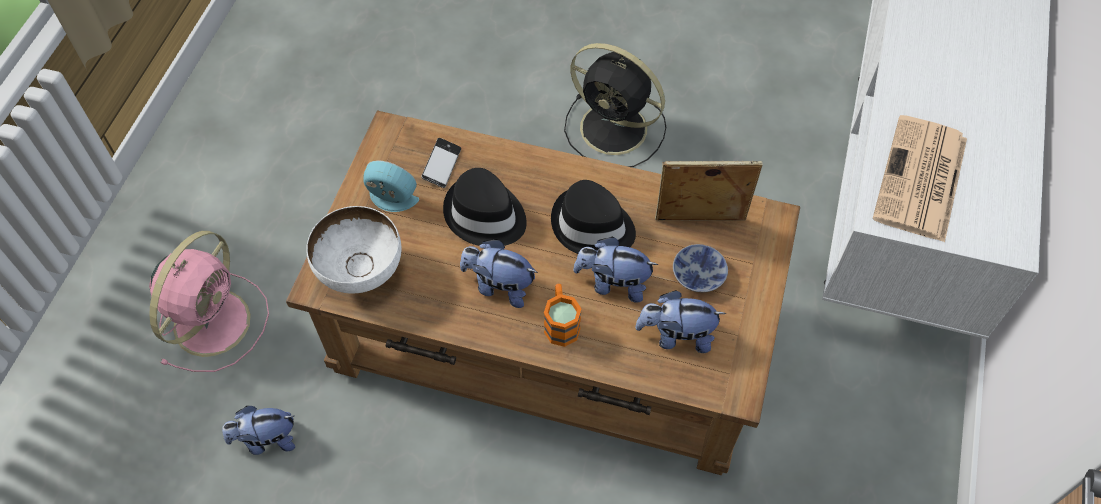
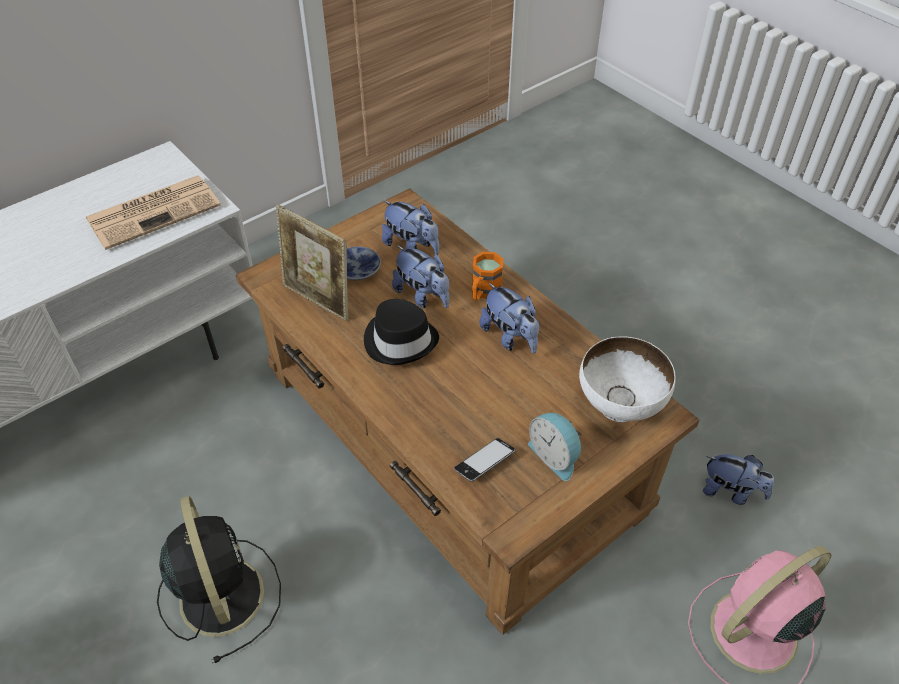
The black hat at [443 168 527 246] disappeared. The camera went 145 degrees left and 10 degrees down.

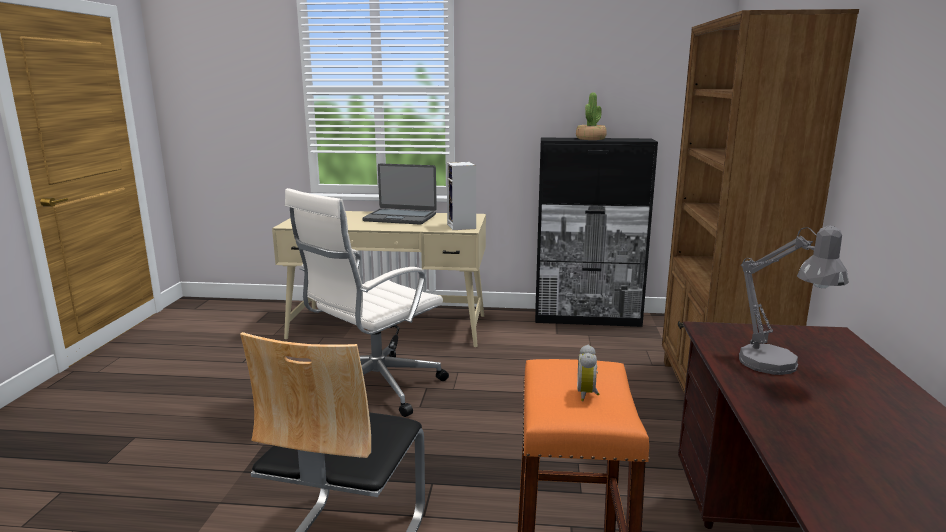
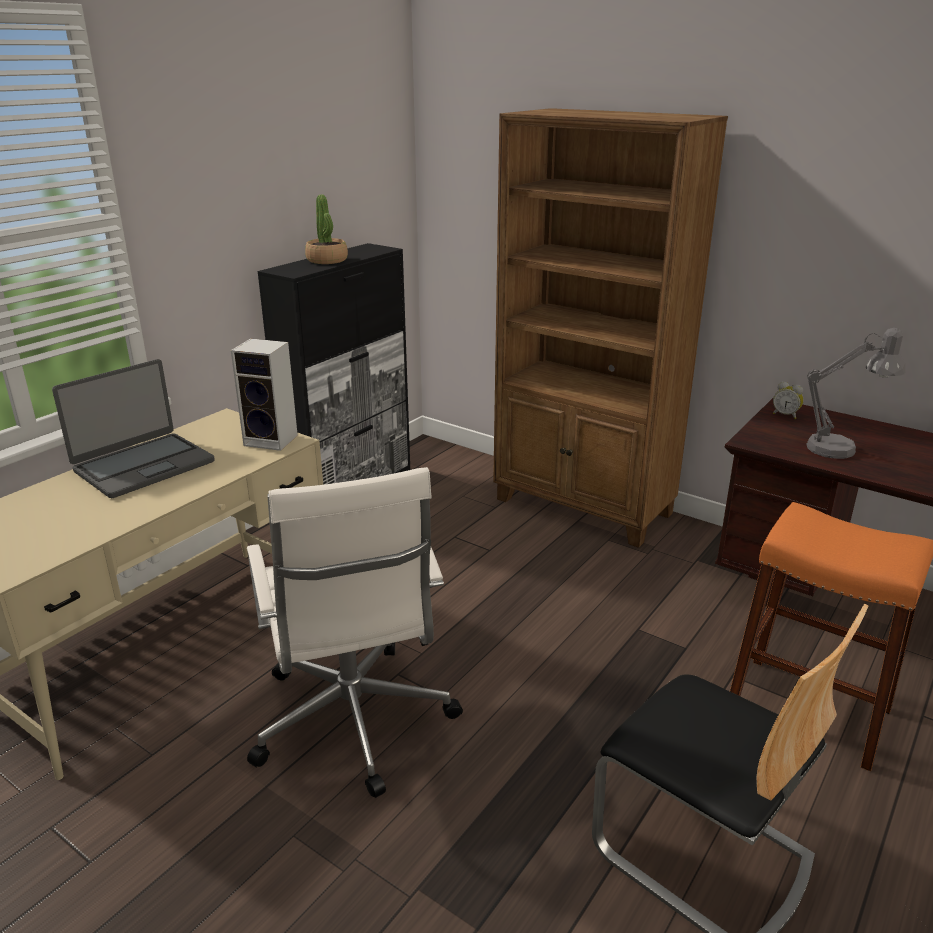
The alarm clock moved from [577 344 599 401] to [773 381 804 419]. The camera went 60 degrees left and 10 degrees up.

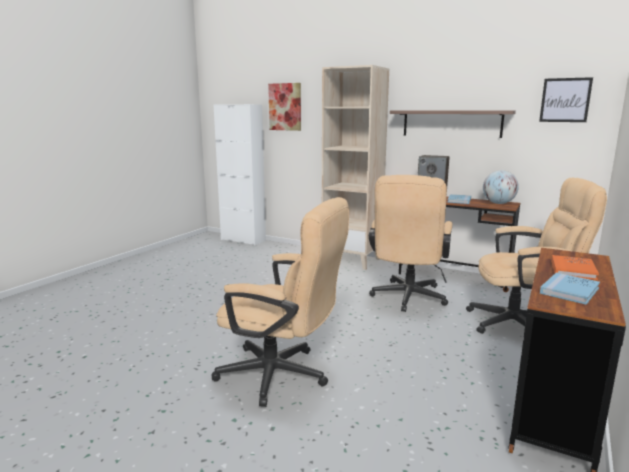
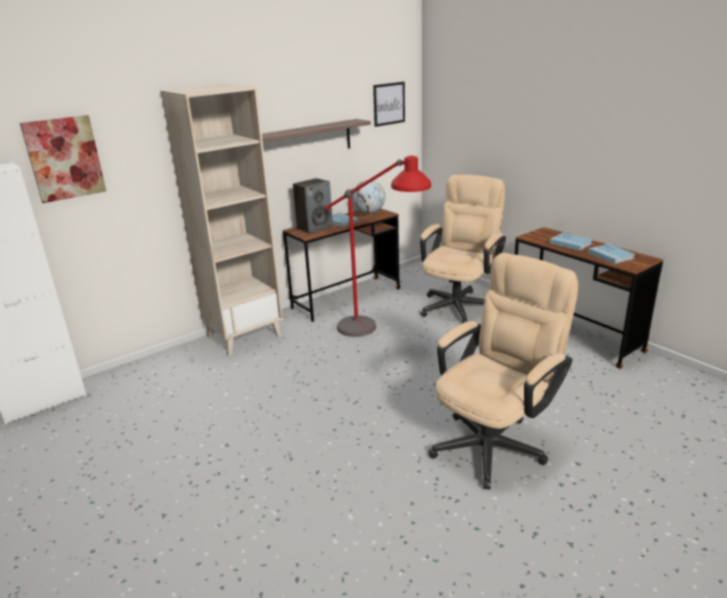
The beige office chair at [369 175 453 312] was replaced by the red floor lamp at [325 156 431 337]. The orange book at [551 255 599 280] became the blue book at [549 233 593 251]. The camera went 65 degrees left and 10 degrees up.

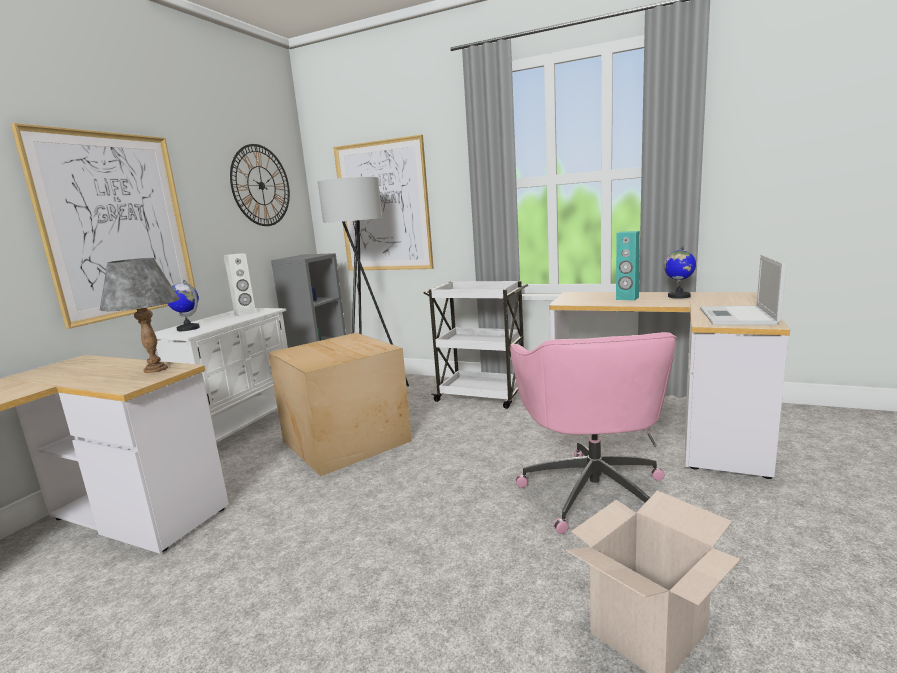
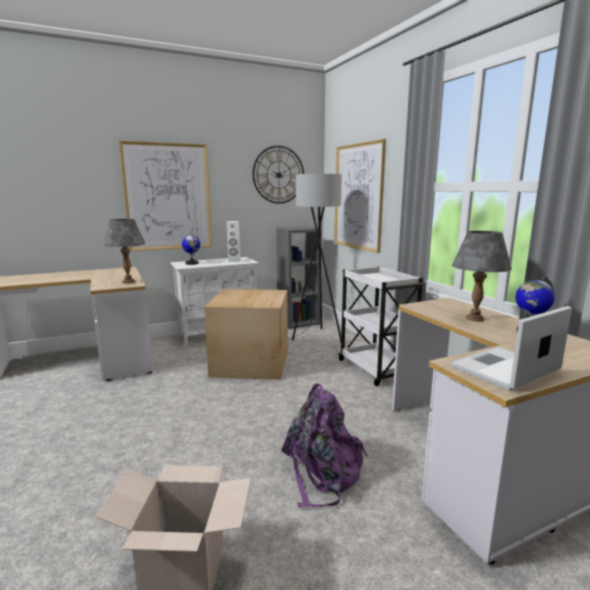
The pink office chair at [510 332 677 534] was replaced by the purple backpack at [281 383 368 508]. The turquoise speaker at [616 231 640 301] was replaced by the grey table lamp at [452 231 512 322]. The camera went 40 degrees right and 0 degrees up.

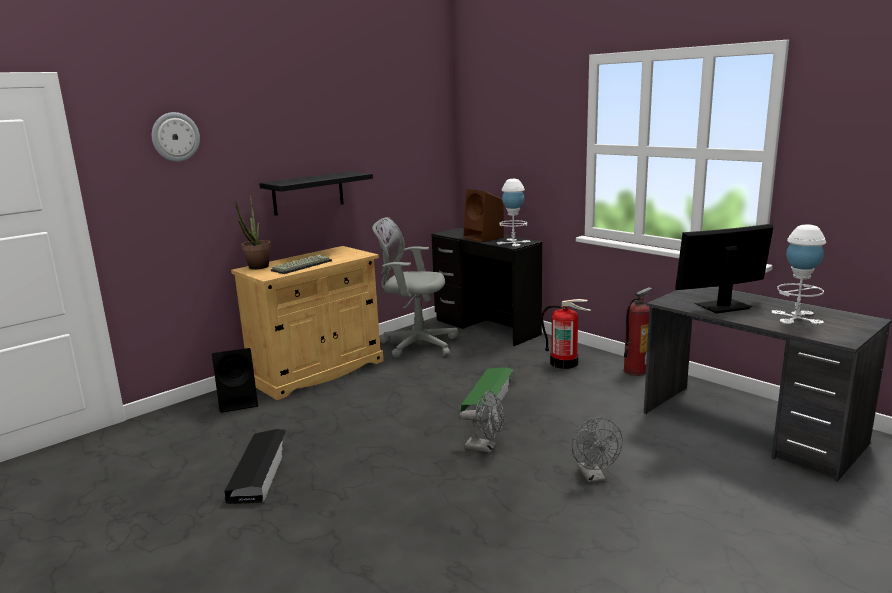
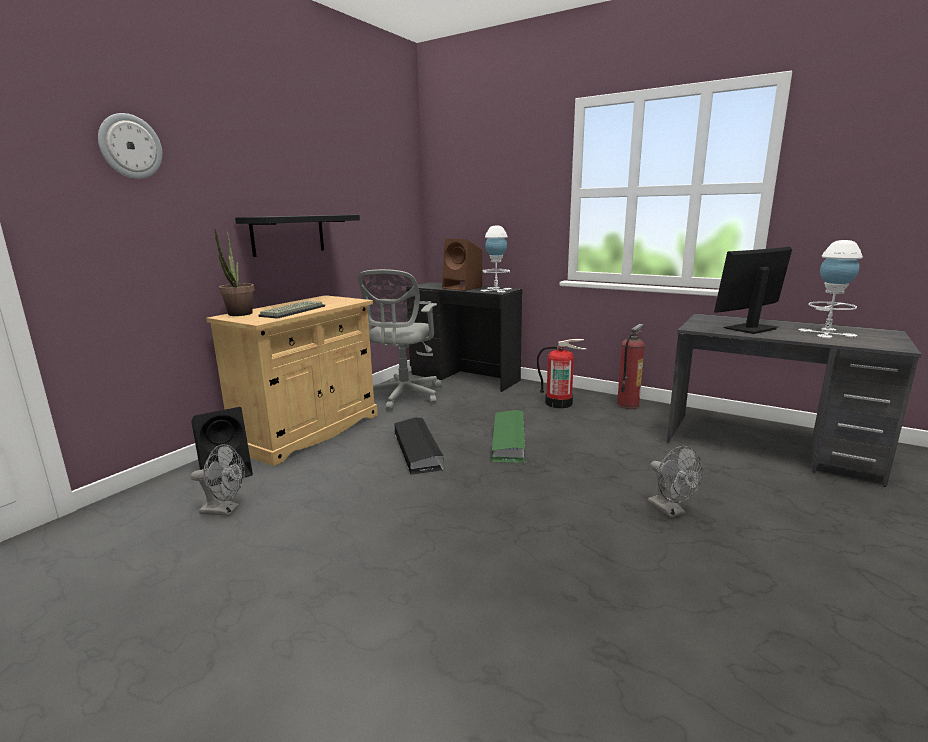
The black storage box moved from [224 429 286 504] to [394 418 444 475]. The grey office chair at [372 217 458 358] turned 75 degrees counterclockwise. The grey fan moved from [460 390 504 453] to [191 444 245 516]. The camera went 15 degrees left and 0 degrees up.

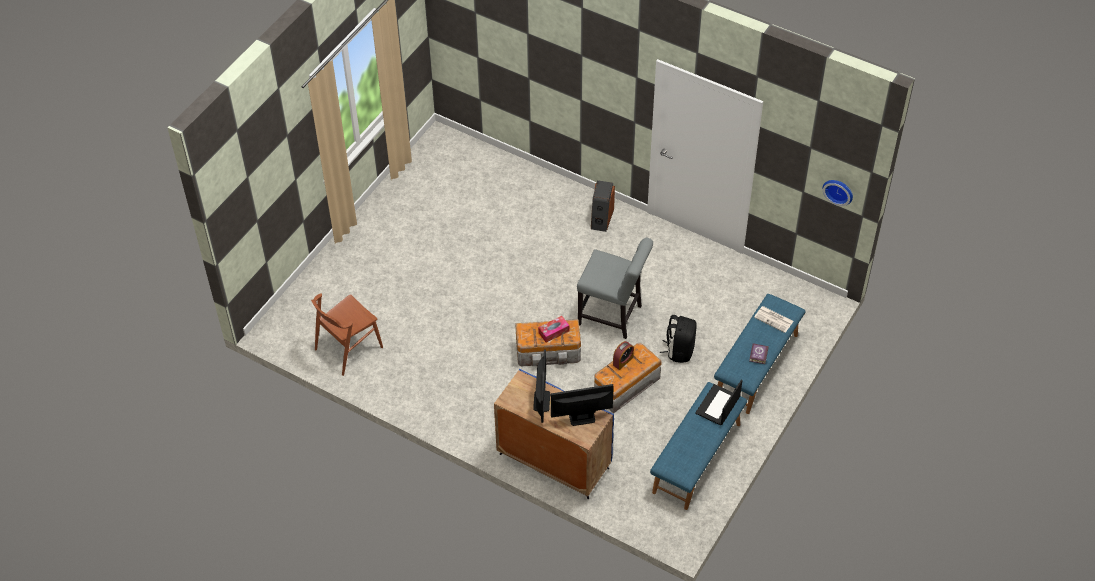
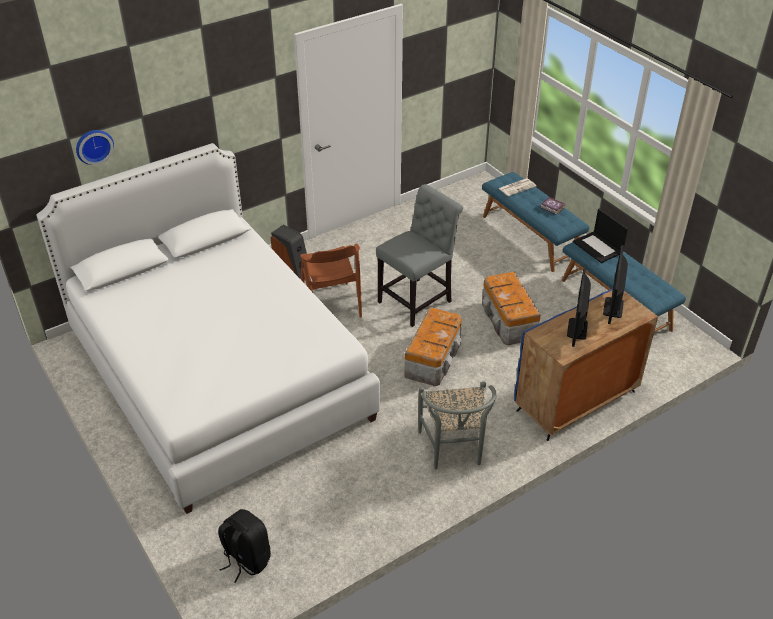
The brown chair moved from [311 293 383 376] to [300 244 362 318]. The monitor at [533 350 550 423] turned 105 degrees counterclockwise. The tissue box at [538 316 570 342] disappeared. The alarm clock at [613 341 634 370] disappeared. The black backpack moved from [660 315 697 363] to [218 509 271 583]. The wall clock moved from [823 180 853 206] to [76 130 114 165]. The white bed at [36 143 380 514] appeared. The grey chair at [418 381 497 469] appeared. The camera went 65 degrees left and 10 degrees down.

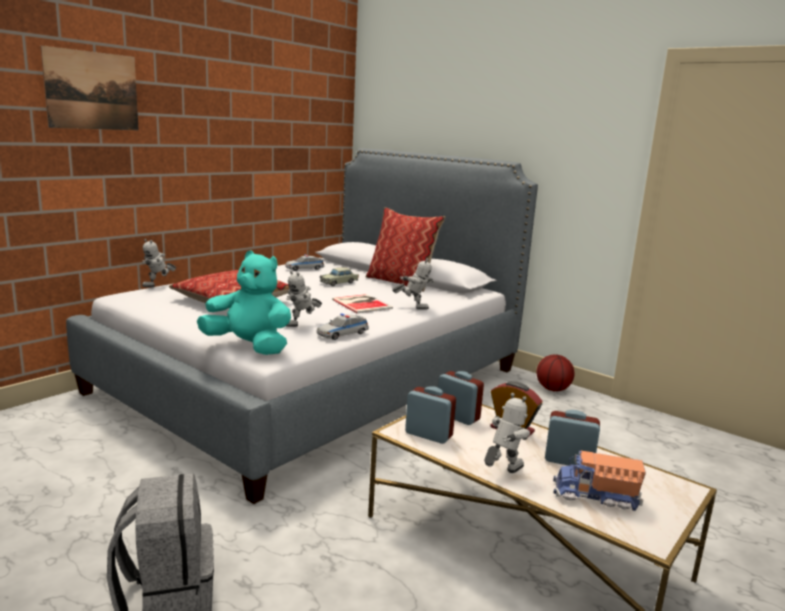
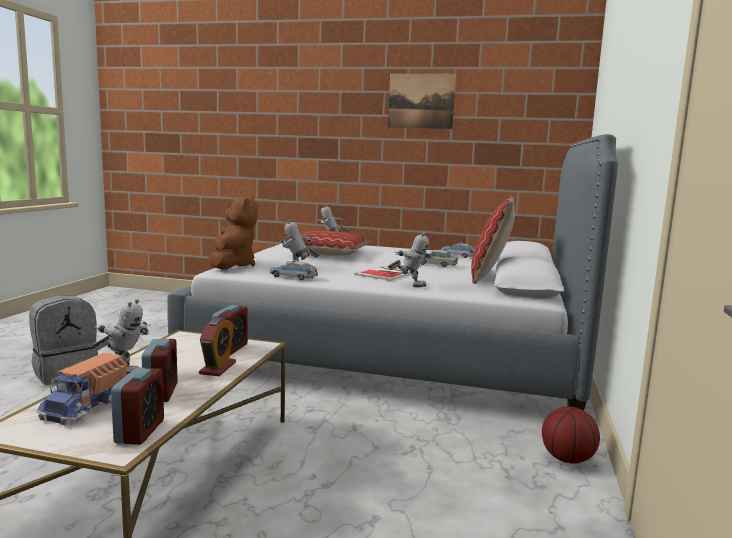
The picture moved from [40 45 139 130] to [388 73 456 129]. The turquoise plush toy at [197 250 291 355] became the brown plush toy at [208 195 258 270]. The toy robot at [392 258 435 310] turned 60 degrees counterclockwise. The alarm clock moved from [405 386 456 444] to [111 367 164 445]. The toy truck at [553 450 646 511] turned 150 degrees counterclockwise. The camera went 65 degrees right and 5 degrees down.

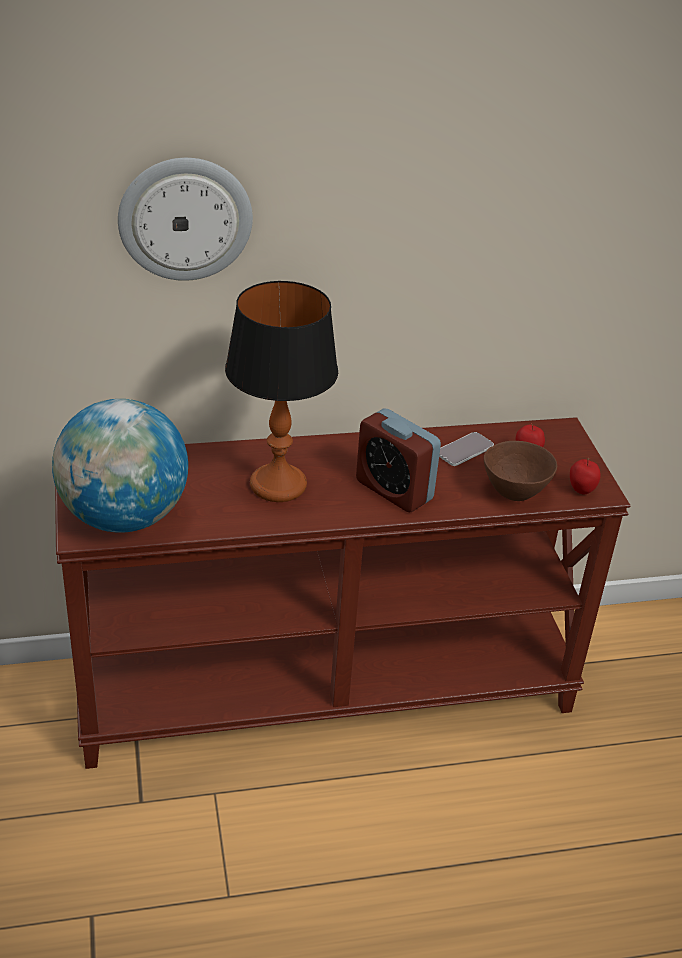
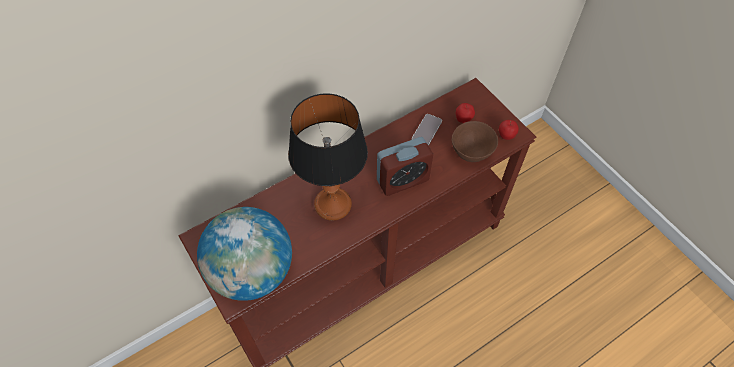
The wall clock at [118 158 253 281] disappeared. The alarm clock at [356 409 441 512] turned 45 degrees counterclockwise. The camera went 20 degrees left and 20 degrees up.

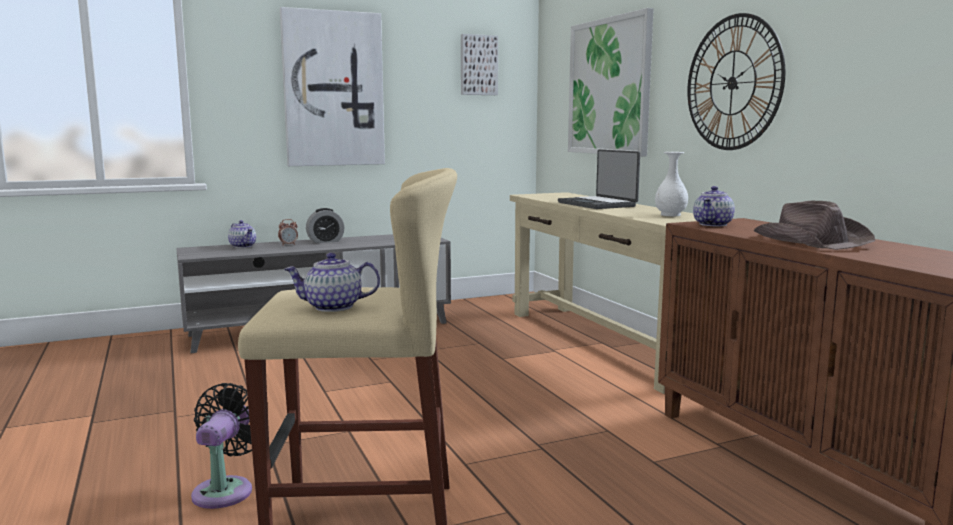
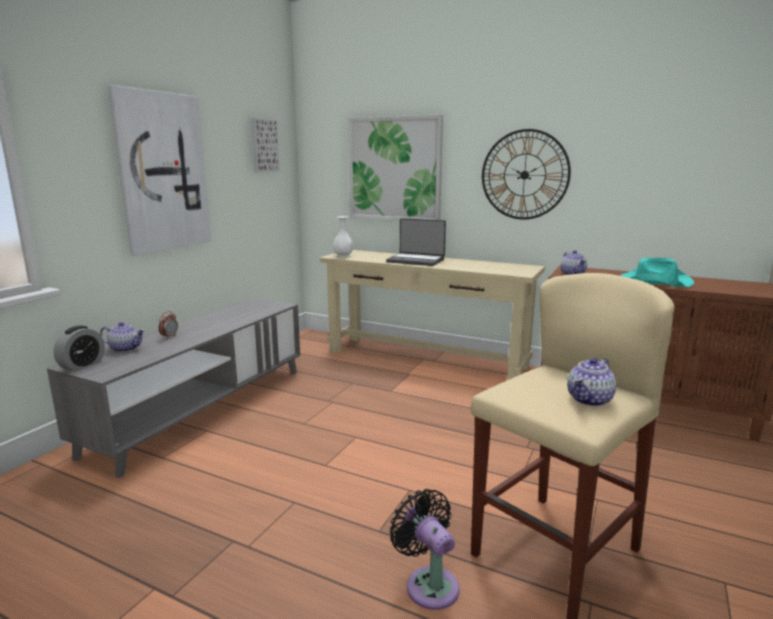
The alarm clock moved from [306 208 345 243] to [53 326 105 371]. The white vase moved from [655 152 688 216] to [333 216 353 258]. The brown hat at [754 201 875 250] became the turquoise hat at [620 258 694 287]. The camera went 40 degrees left and 5 degrees up.

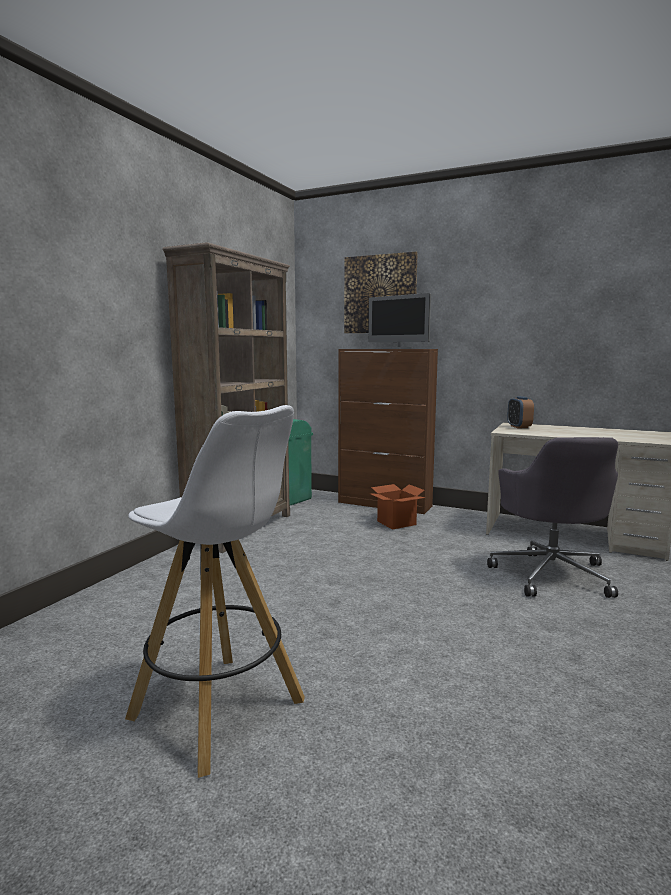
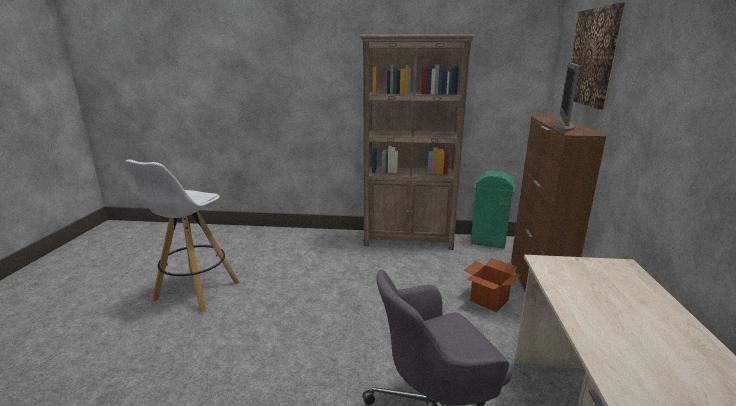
The alarm clock at [507 396 534 428] disappeared. The camera went 70 degrees right and 10 degrees up.

